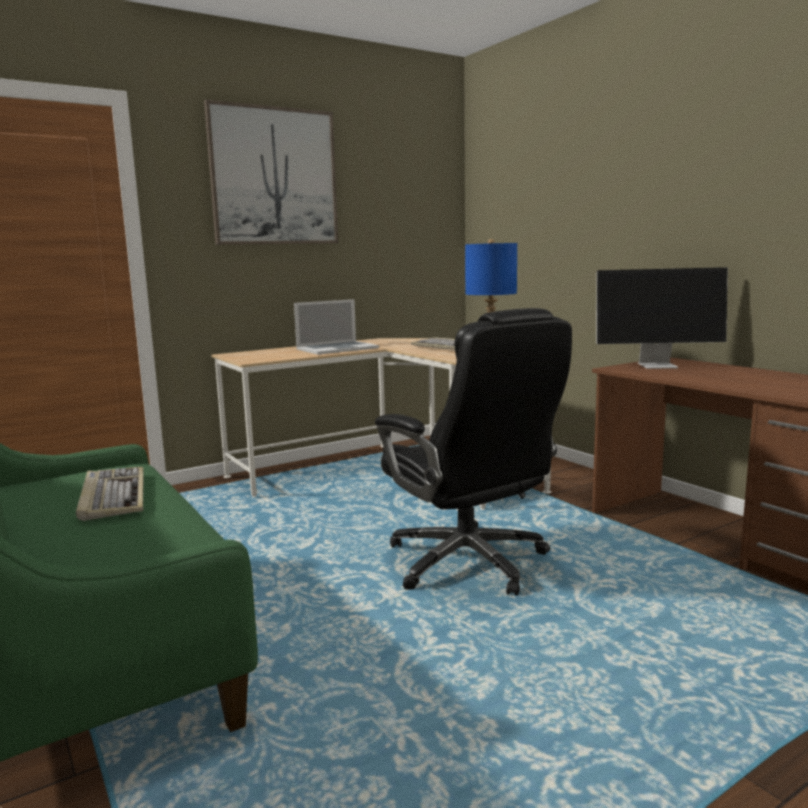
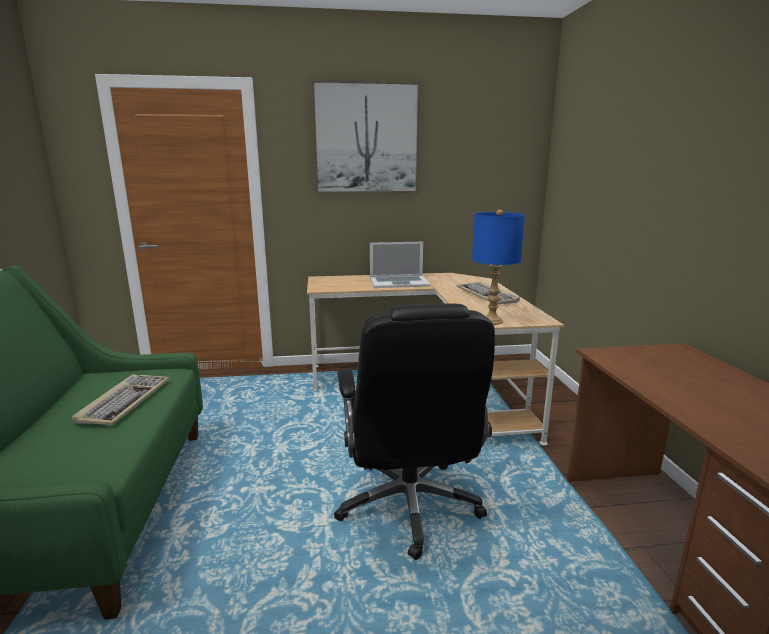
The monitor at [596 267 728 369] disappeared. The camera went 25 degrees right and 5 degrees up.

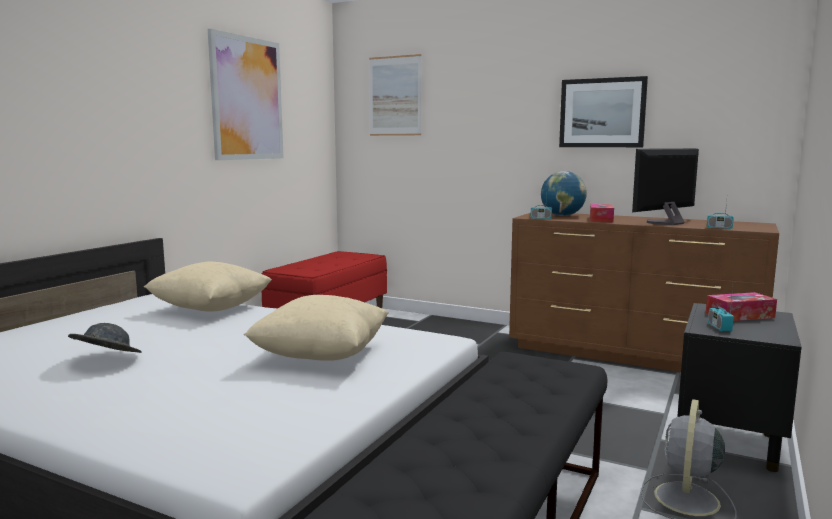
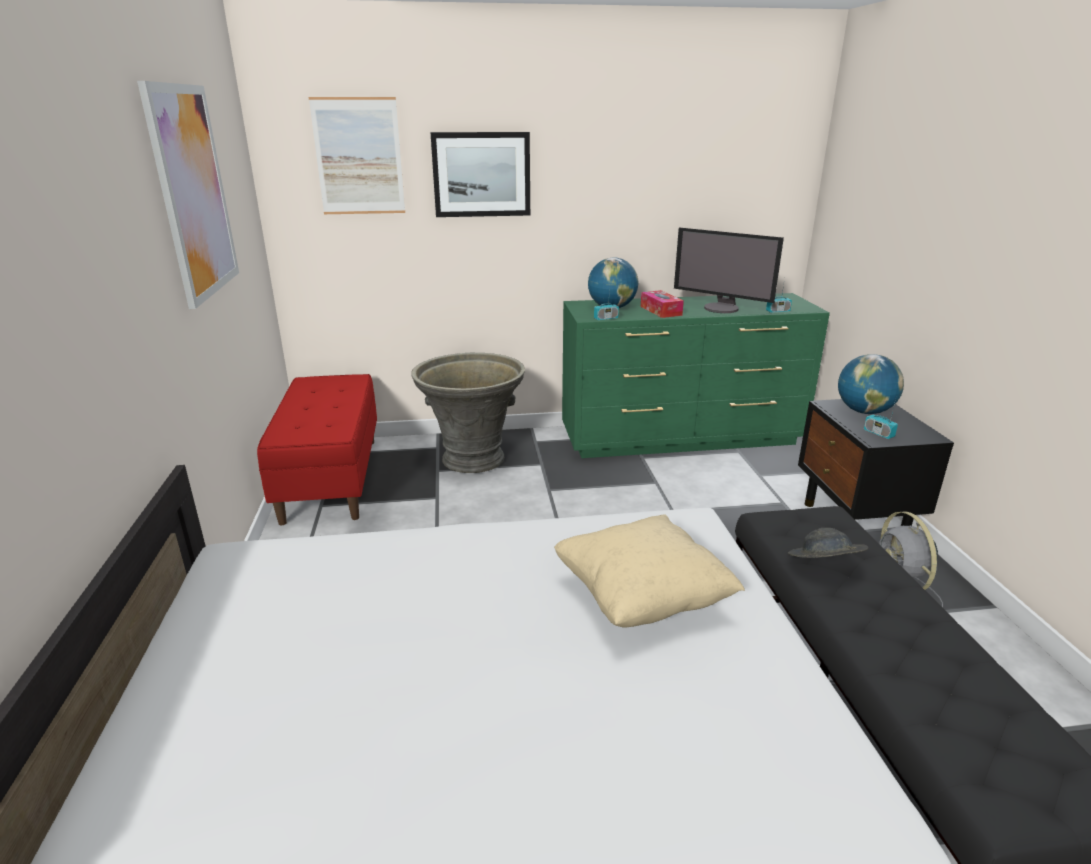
The grey hat moved from [68 323 142 353] to [788 528 869 558]. The beige pillow at [144 262 272 311] disappeared. The brown dresser at [509 213 779 372] became the green dresser at [562 293 830 458]. The picture moved from [559 76 648 147] to [430 132 530 217]. The monitor at [632 148 699 225] turned 75 degrees counterclockwise. The tissue box at [706 292 777 321] was replaced by the globe at [838 354 904 414]. The grey planter at [411 353 525 473] appeared. The camera went 35 degrees left and 15 degrees up.

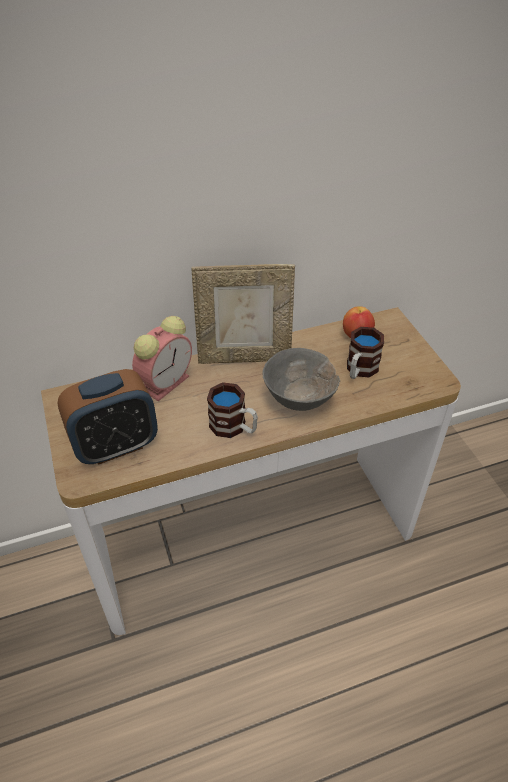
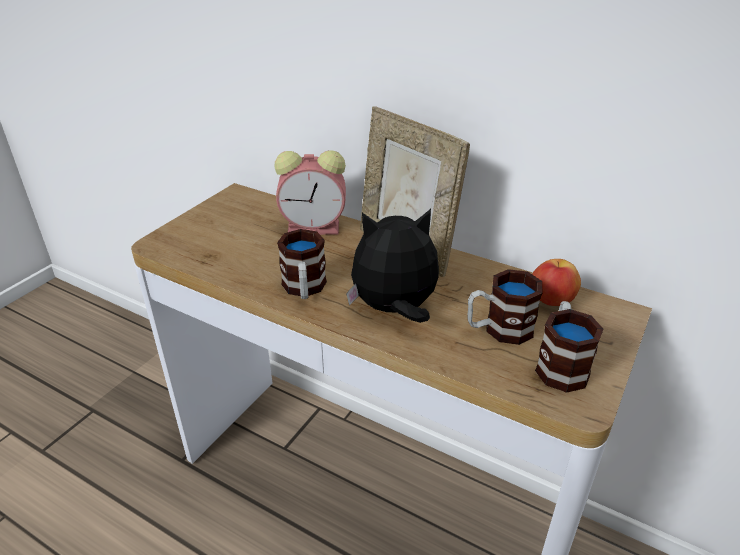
The alarm clock at [57 369 158 465] disappeared. The grey bowl at [262 348 340 411] was replaced by the plush toy at [346 209 439 323]. The mug at [535 301 603 393] appeared. The camera went 50 degrees right and 10 degrees down.

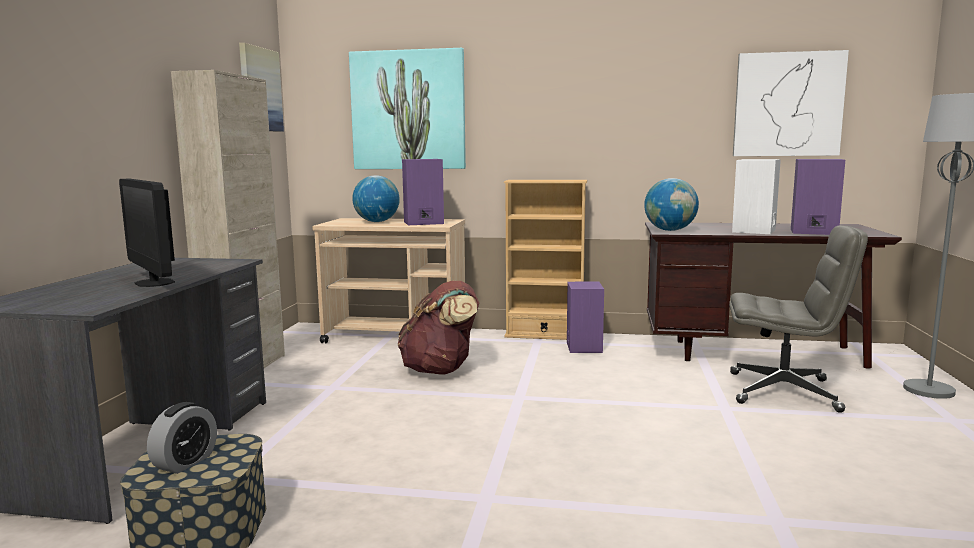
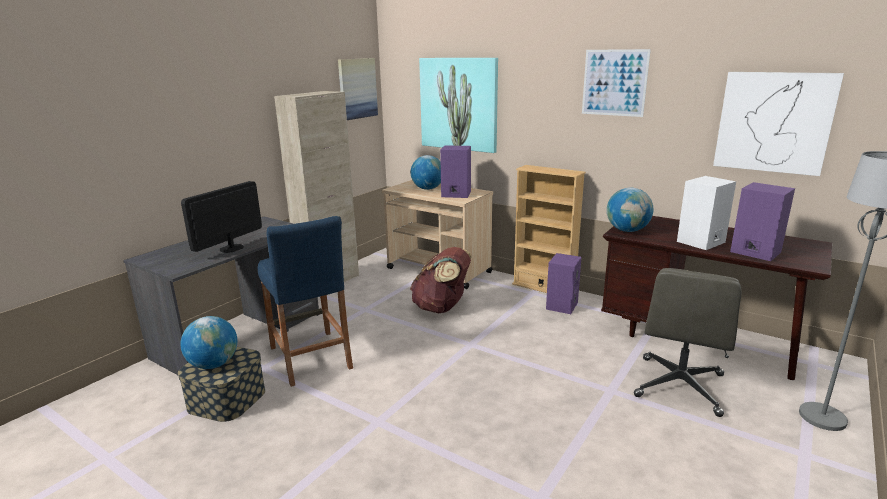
The monitor at [119 179 175 287] turned 45 degrees clockwise. The alarm clock at [147 402 217 474] was replaced by the globe at [181 316 237 369]. The grey office chair at [729 226 868 413] turned 75 degrees clockwise. The blue stool at [258 216 353 387] appeared. The picture at [582 49 651 117] appeared. The camera went 25 degrees right and 10 degrees up.

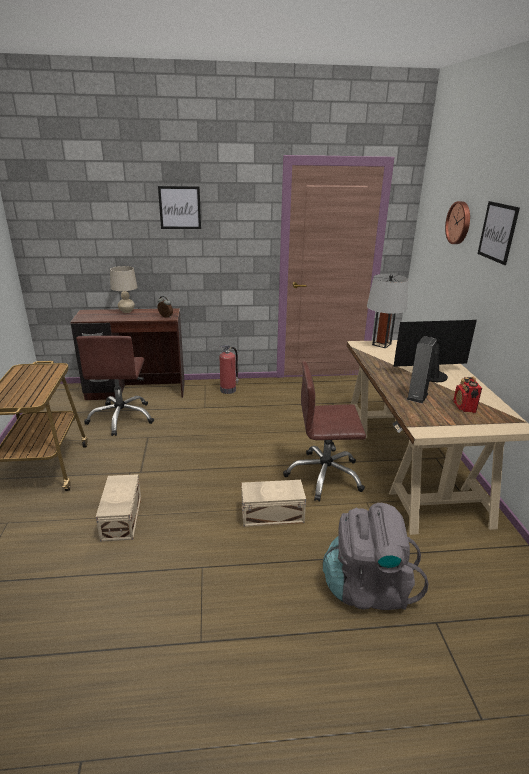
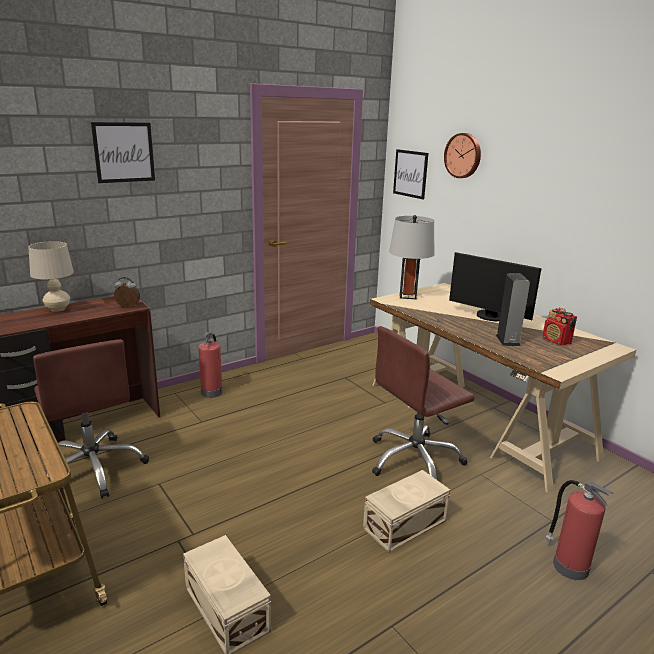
The grey backpack at [323 503 428 610] was replaced by the fire extinguisher at [546 480 613 580]. The monitor at [393 320 477 382] turned 105 degrees counterclockwise. The picture moved from [478 201 520 265] to [393 149 429 199]. The camera went 30 degrees left and 5 degrees down.

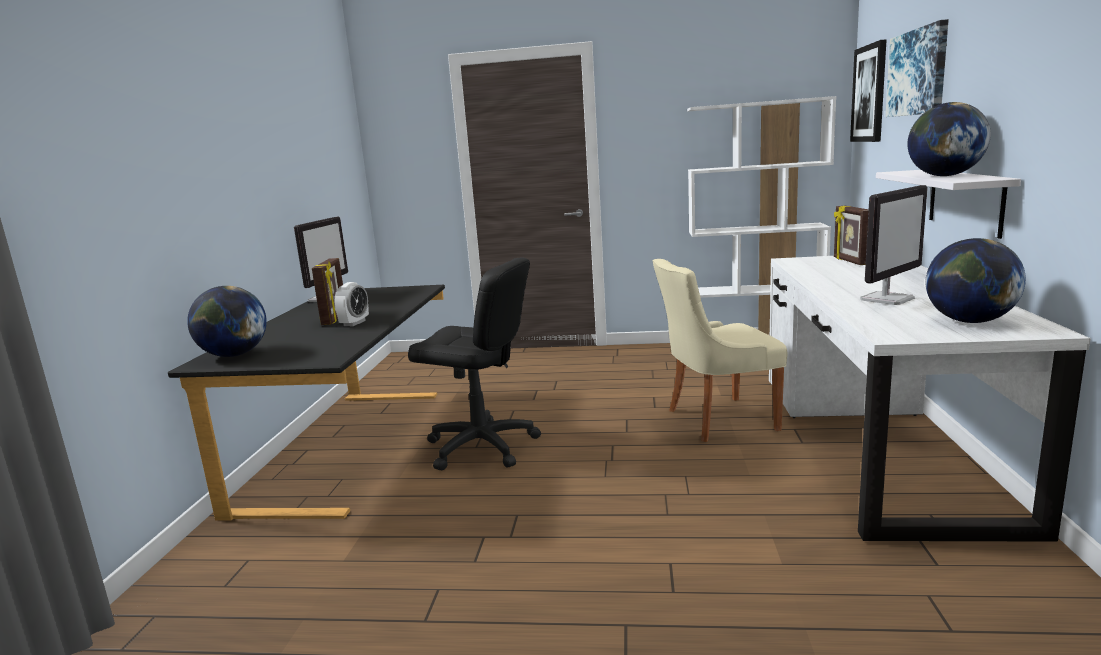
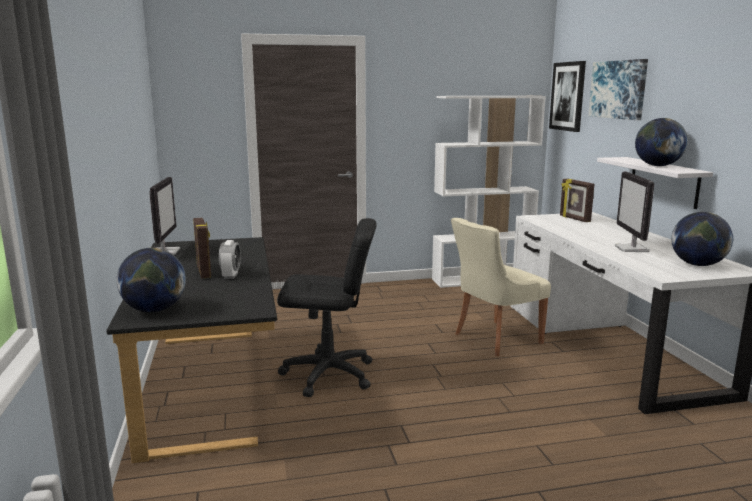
The monitor at [860 185 928 305] turned 150 degrees clockwise. The camera went 20 degrees left and 0 degrees up.

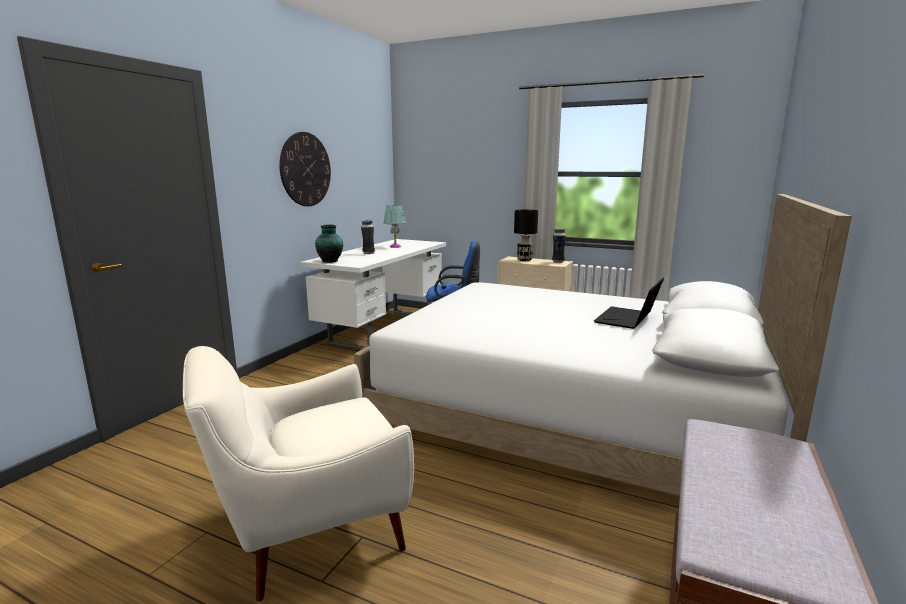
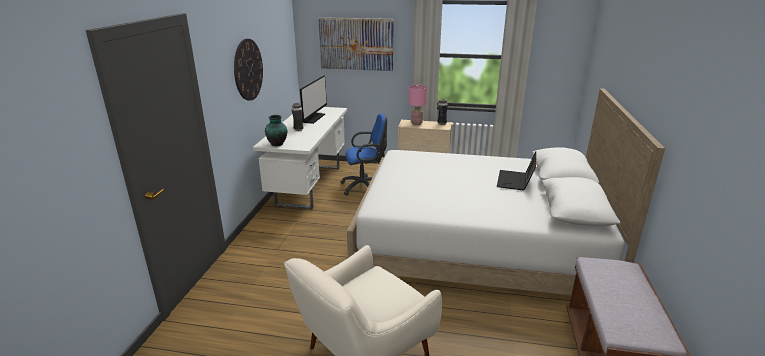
The turquoise table lamp at [383 205 406 248] was replaced by the monitor at [300 76 327 124]. The black table lamp at [514 210 538 261] became the pink table lamp at [409 85 427 125]. The picture at [318 17 394 71] appeared. The camera went 15 degrees left and 10 degrees up.

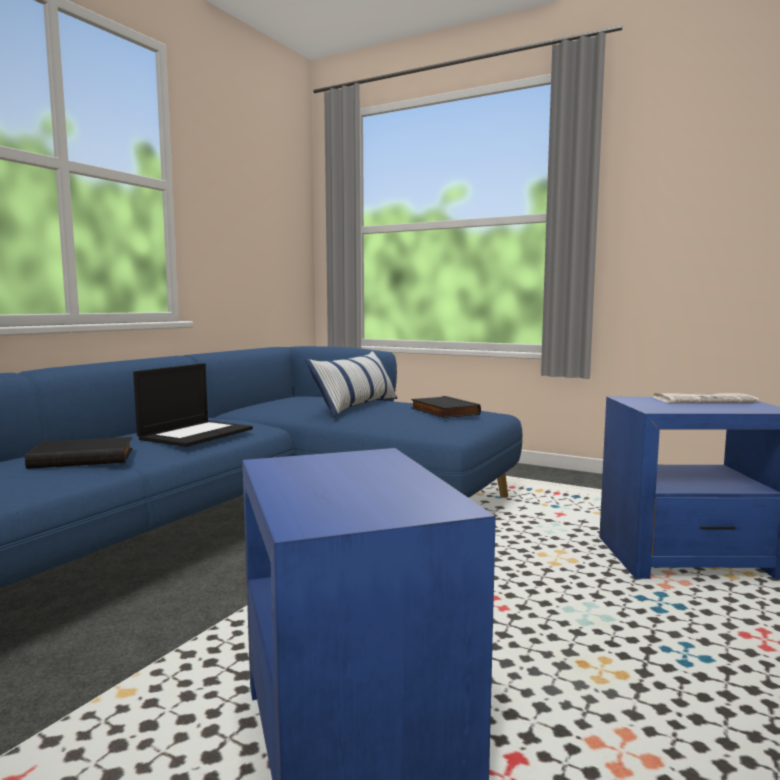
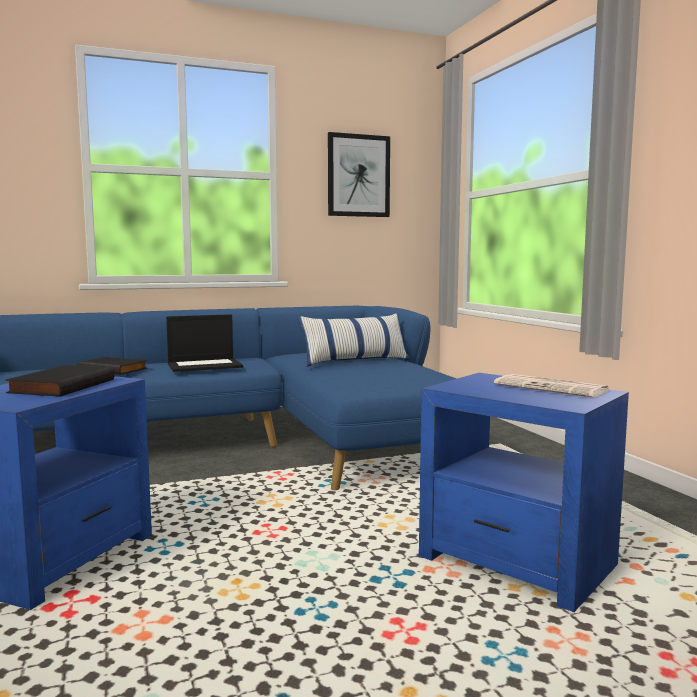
The black book moved from [411 396 481 418] to [5 365 115 397]. The picture at [328 132 390 217] appeared. The camera went 40 degrees right and 0 degrees up.

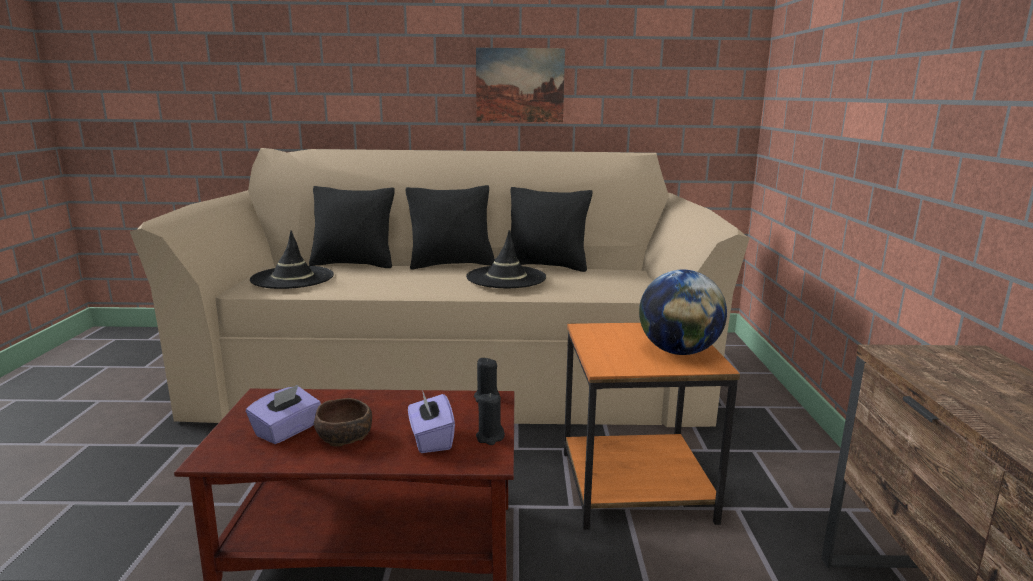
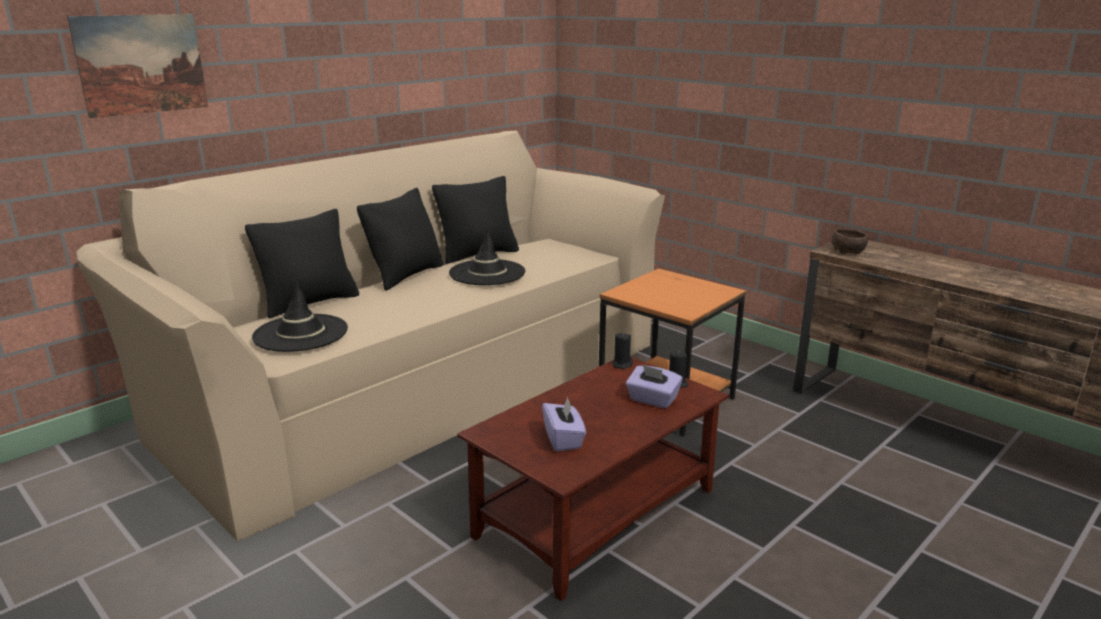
The brown bowl moved from [314 398 372 446] to [831 229 868 254]. The picture moved from [476 47 565 122] to [67 14 208 118]. The globe at [639 270 727 355] disappeared. The camera went 45 degrees left and 5 degrees up.

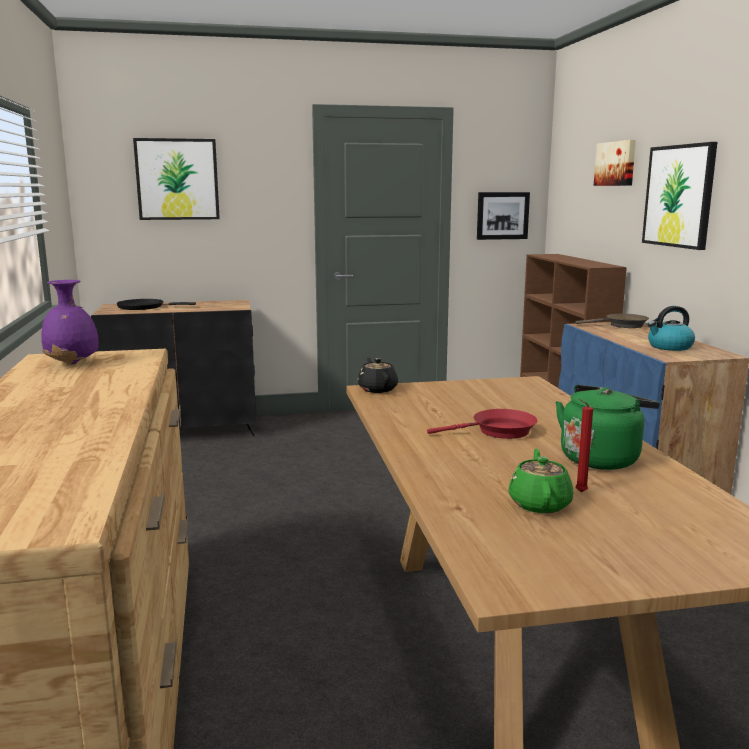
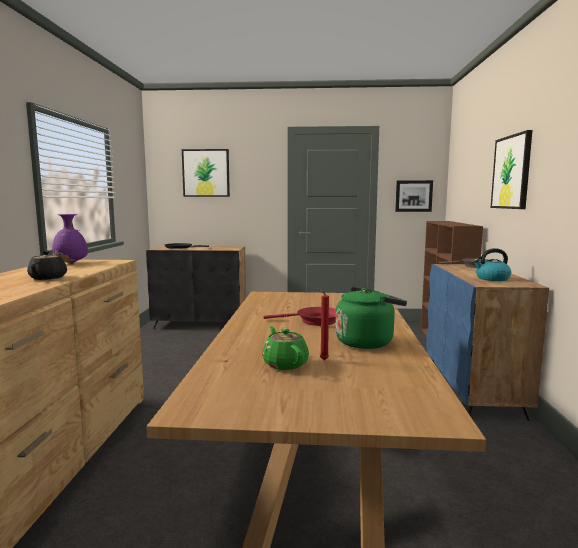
The black teapot moved from [358 358 398 393] to [27 251 67 280]. The green teapot at [508 449 573 513] turned 45 degrees counterclockwise. The picture at [594 140 636 186] disappeared. The camera went 15 degrees right and 5 degrees down.

